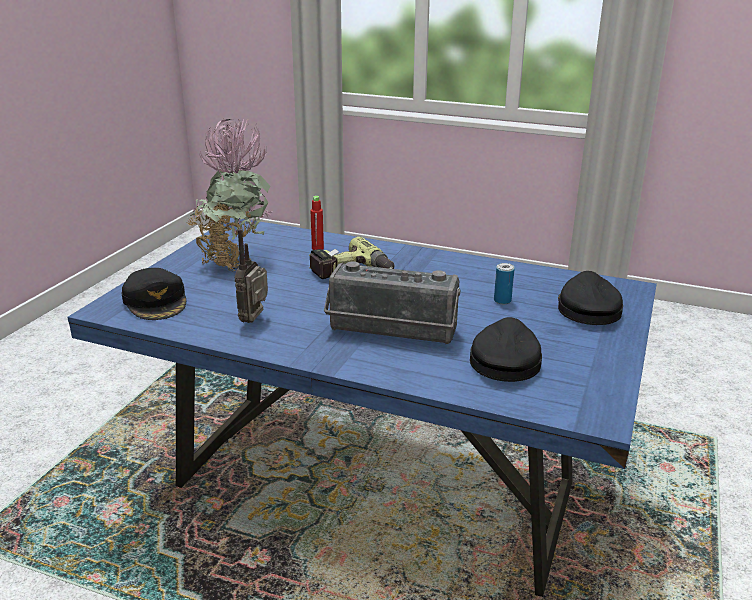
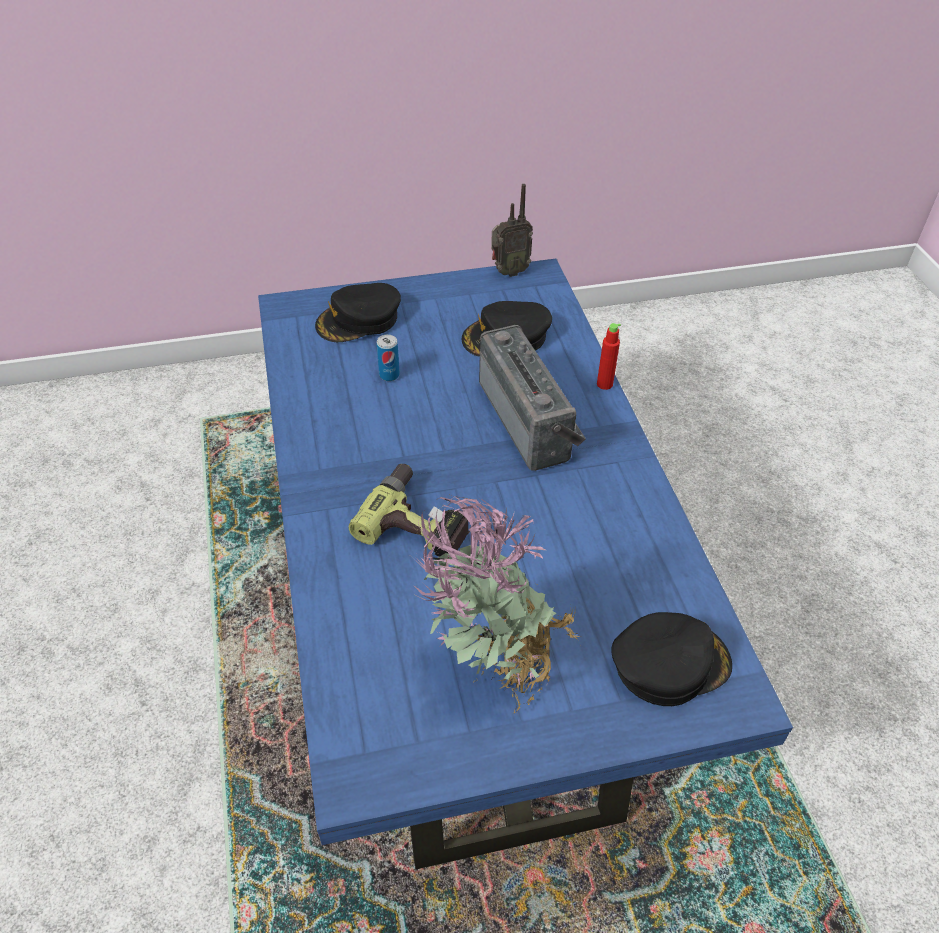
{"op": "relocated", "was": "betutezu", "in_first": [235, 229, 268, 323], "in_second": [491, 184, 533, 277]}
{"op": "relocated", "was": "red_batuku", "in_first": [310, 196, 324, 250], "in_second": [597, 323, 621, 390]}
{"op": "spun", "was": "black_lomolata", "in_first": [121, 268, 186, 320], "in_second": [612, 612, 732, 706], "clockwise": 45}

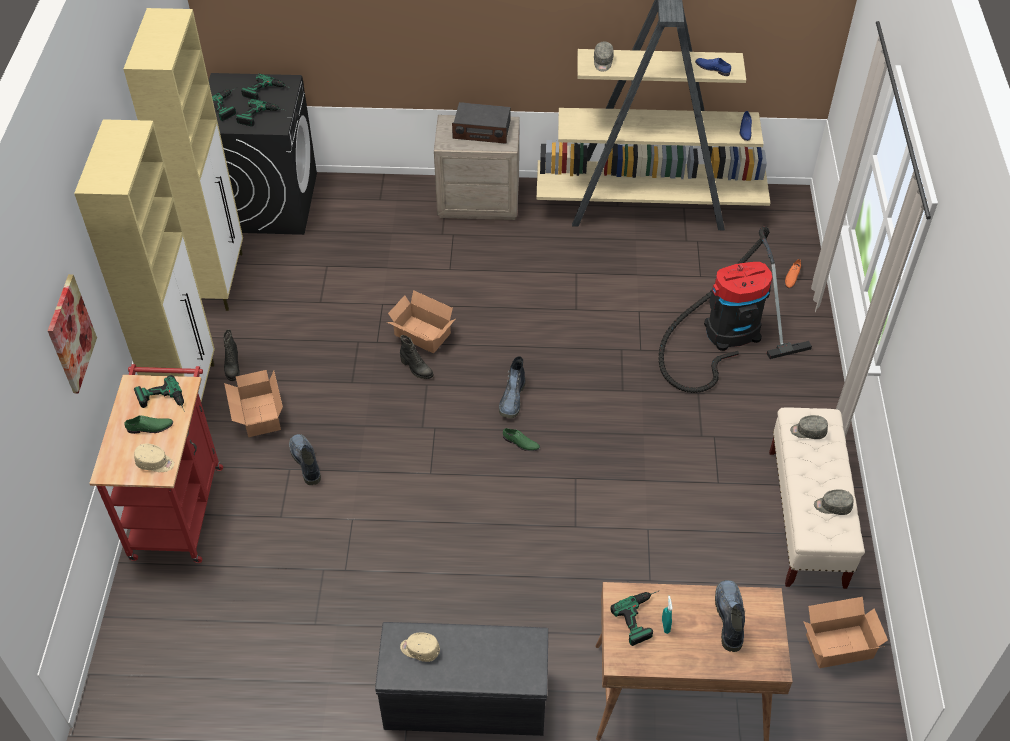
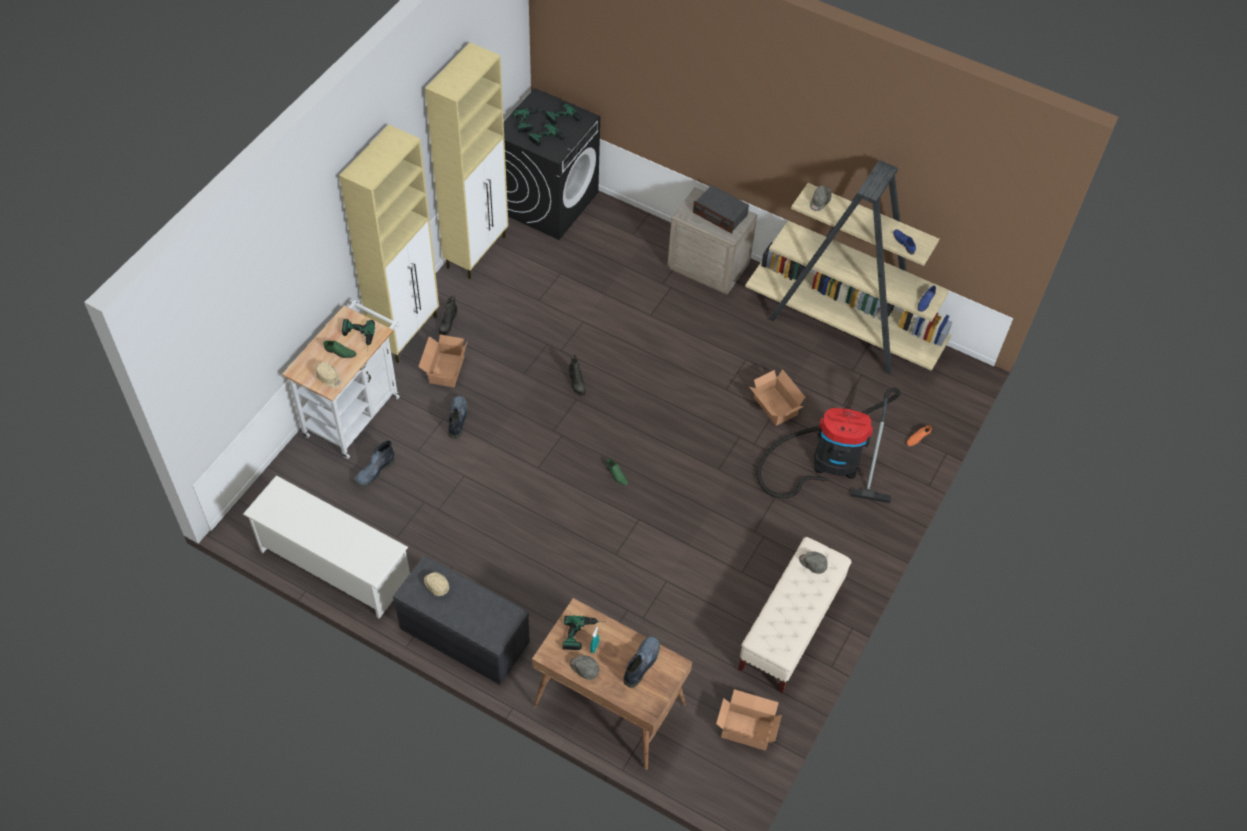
{"op": "missing", "was": "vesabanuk", "in_first": [48, 274, 97, 393]}
{"op": "appeared", "now": "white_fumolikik", "in_second": [243, 475, 410, 619]}
{"op": "relocated", "was": "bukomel", "in_first": [387, 290, 455, 353], "in_second": [750, 369, 805, 426]}
{"op": "relocated", "was": "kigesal", "in_first": [499, 356, 525, 418], "in_second": [354, 441, 395, 487]}
{"op": "relocated", "was": "grey_lomolata", "in_first": [814, 490, 854, 515], "in_second": [570, 655, 599, 680]}
{"op": "colour", "was": "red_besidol", "now": "white_besidol", "in_first": [89, 364, 223, 563], "in_second": [282, 300, 400, 459]}

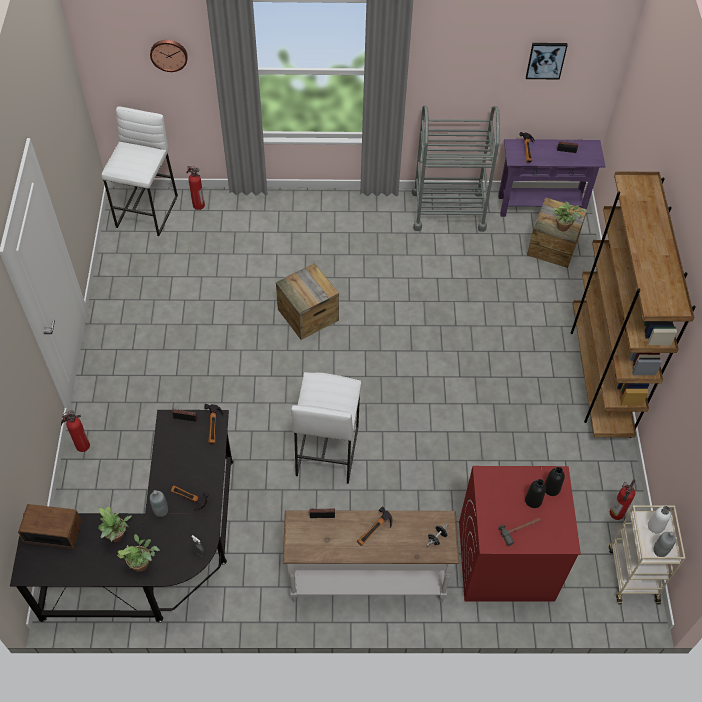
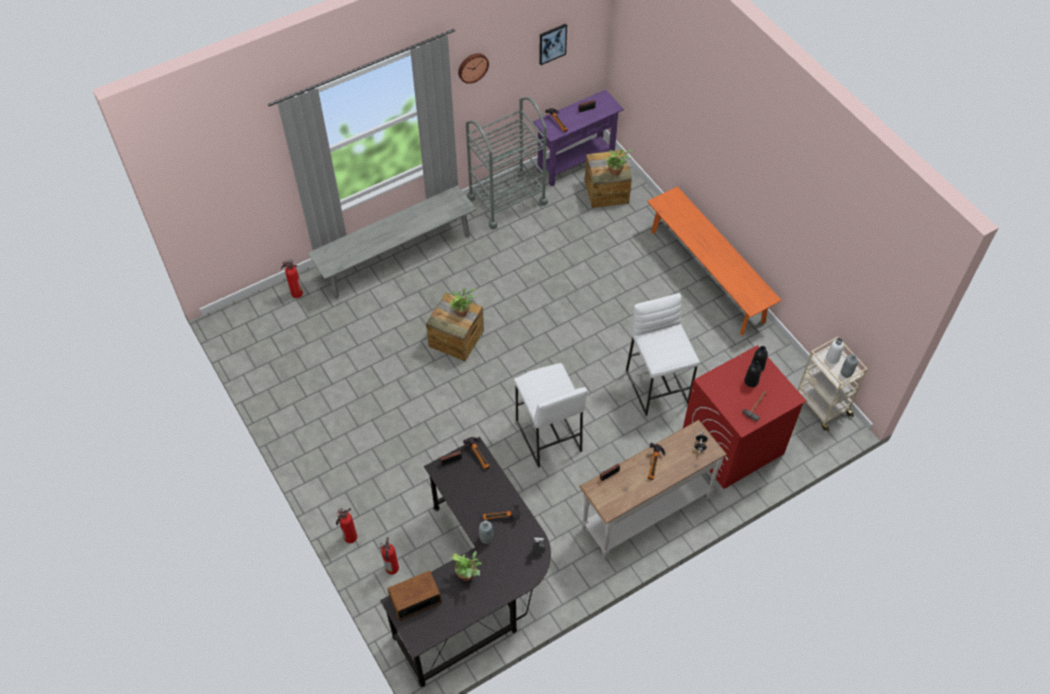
{"op": "appeared", "now": "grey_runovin", "in_second": [308, 185, 476, 299]}
{"op": "relocated", "was": "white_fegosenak", "in_first": [102, 106, 178, 236], "in_second": [626, 293, 700, 416]}
{"op": "relocated", "was": "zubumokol", "in_first": [117, 534, 160, 572], "in_second": [449, 288, 476, 317]}
{"op": "relocated", "was": "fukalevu", "in_first": [150, 40, 188, 72], "in_second": [458, 53, 489, 84]}
{"op": "relocated", "was": "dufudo", "in_first": [610, 479, 635, 520], "in_second": [380, 537, 399, 575]}
{"op": "exchanged", "was": "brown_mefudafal", "now": "orange_runovin", "in_first": [571, 171, 696, 438], "in_second": [647, 186, 782, 335]}

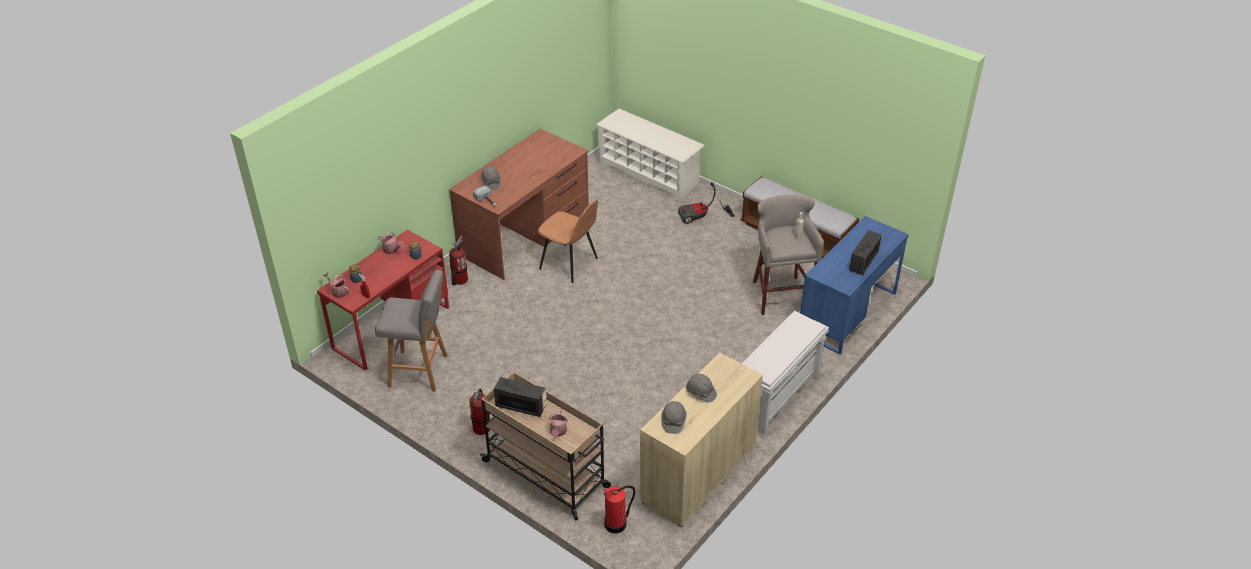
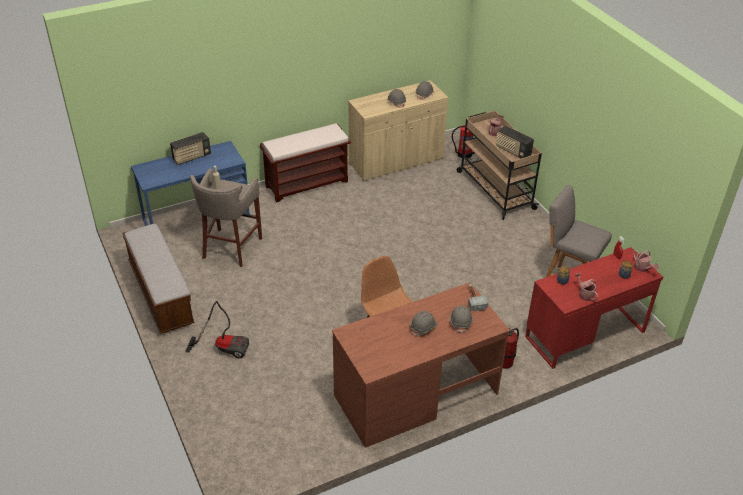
{"op": "missing", "was": "dufudo", "in_first": [469, 389, 490, 435]}
{"op": "missing", "was": "white_fumolikik", "in_first": [596, 109, 704, 201]}
{"op": "appeared", "now": "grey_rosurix", "in_second": [410, 311, 438, 336]}
{"op": "colour", "was": "white_runovin", "now": "brown_runovin", "in_first": [742, 311, 829, 435], "in_second": [260, 123, 351, 203]}

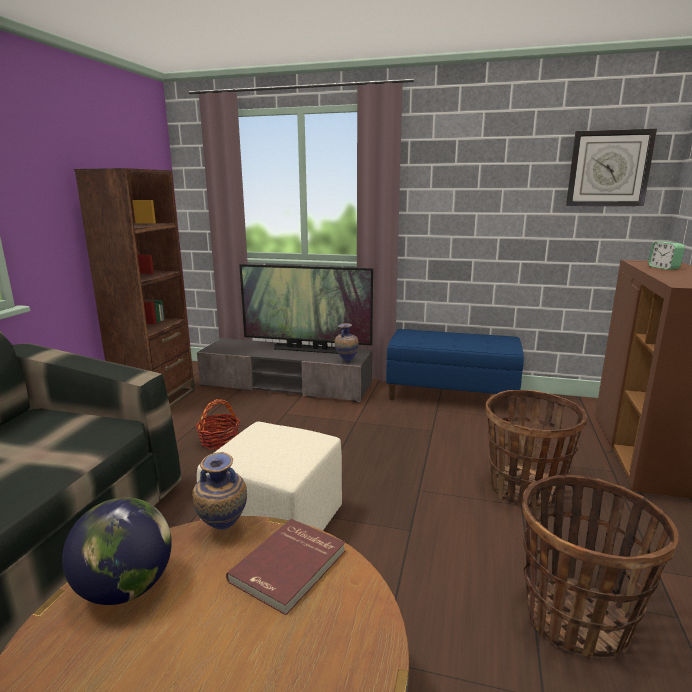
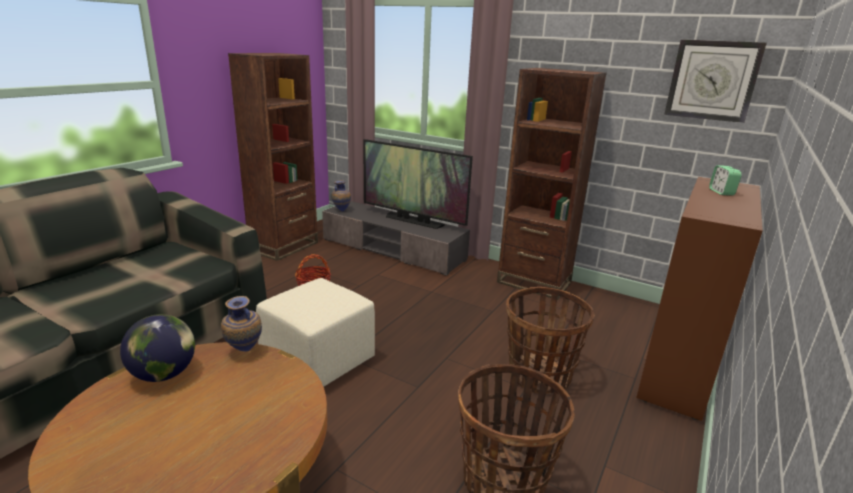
{"op": "missing", "was": "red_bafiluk", "in_first": [226, 519, 345, 615]}
{"op": "relocated", "was": "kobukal", "in_first": [335, 323, 359, 362], "in_second": [331, 180, 351, 212]}
{"op": "exchanged", "was": "blue_runovin", "now": "brown_mefudafal", "in_first": [386, 329, 524, 412], "in_second": [497, 68, 607, 300]}

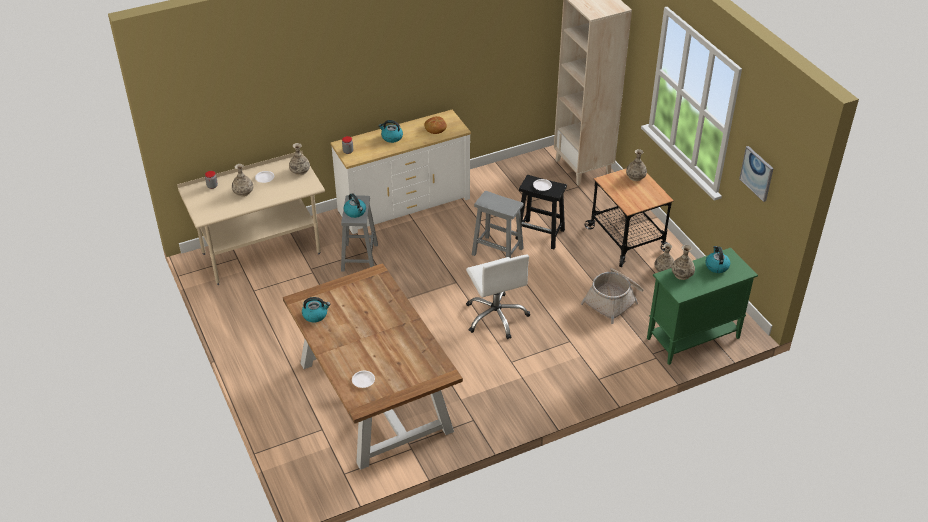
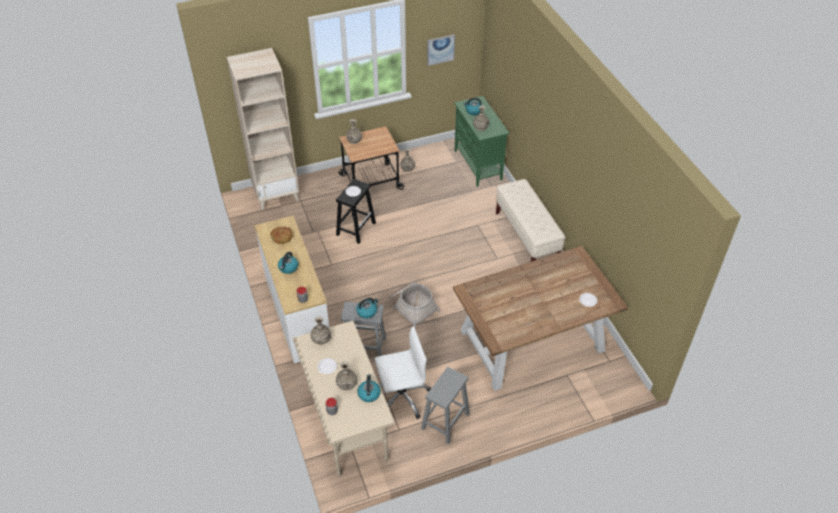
{"op": "appeared", "now": "beige_runovin", "in_second": [496, 179, 566, 261]}
{"op": "relocated", "was": "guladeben", "in_first": [302, 297, 331, 322], "in_second": [357, 374, 381, 402]}
{"op": "relocated", "was": "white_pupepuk", "in_first": [466, 255, 530, 339], "in_second": [374, 326, 431, 419]}
{"op": "relocated", "was": "grey_fegosenak", "in_first": [472, 191, 524, 258], "in_second": [421, 367, 470, 444]}
{"op": "relocated", "was": "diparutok", "in_first": [581, 268, 644, 324], "in_second": [388, 280, 440, 329]}

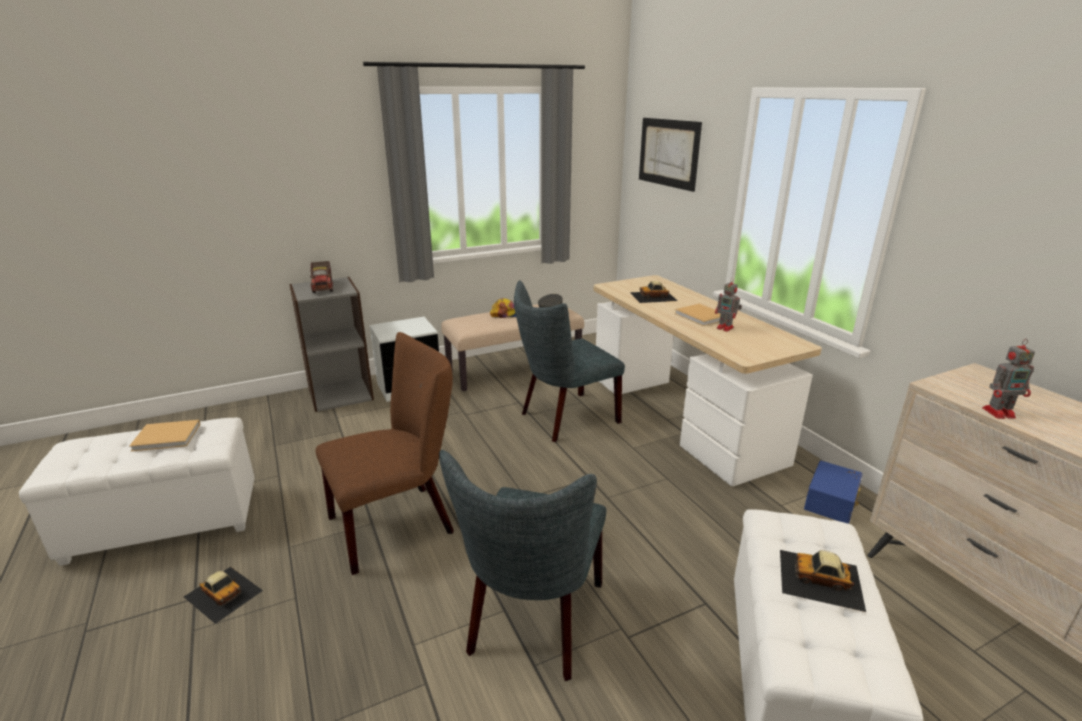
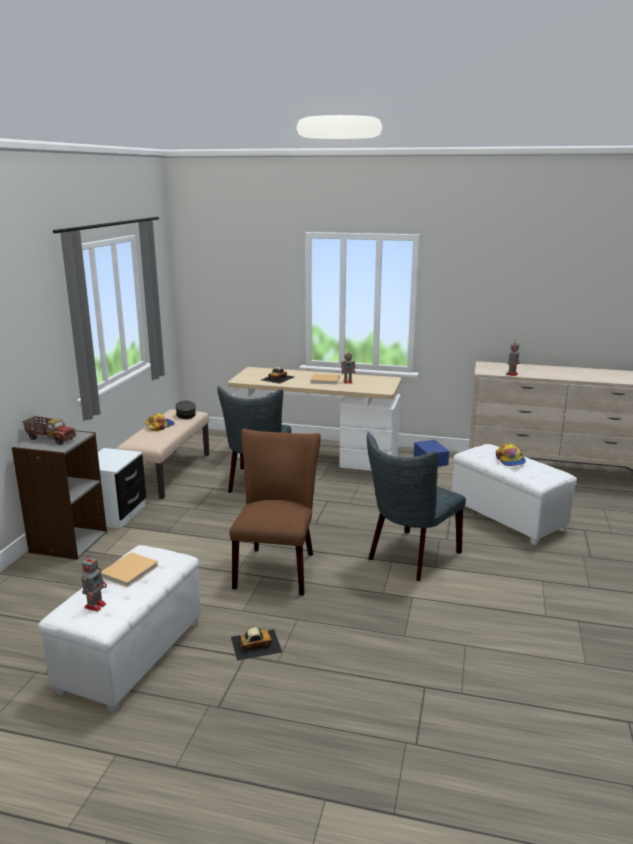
{"op": "missing", "was": "vesabanuk", "in_first": [639, 118, 702, 192]}
{"op": "appeared", "now": "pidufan", "in_second": [82, 554, 107, 612]}
{"op": "exchanged", "was": "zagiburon", "now": "lomolata", "in_first": [780, 550, 866, 612], "in_second": [496, 443, 526, 466]}
{"op": "spun", "was": "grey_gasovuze", "in_first": [439, 450, 606, 681], "in_second": [367, 432, 466, 581], "clockwise": 75}

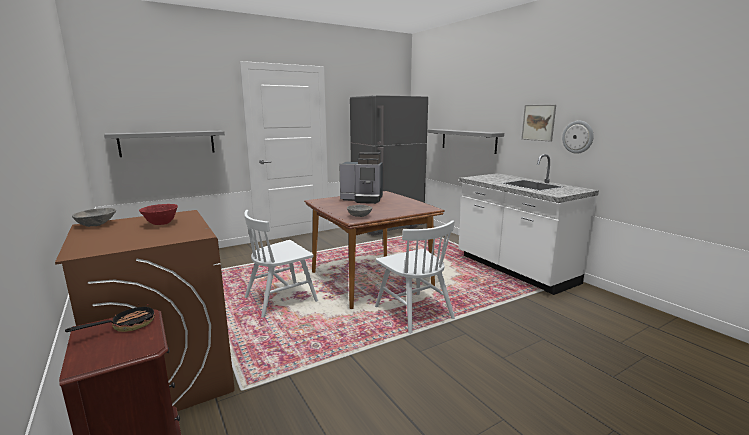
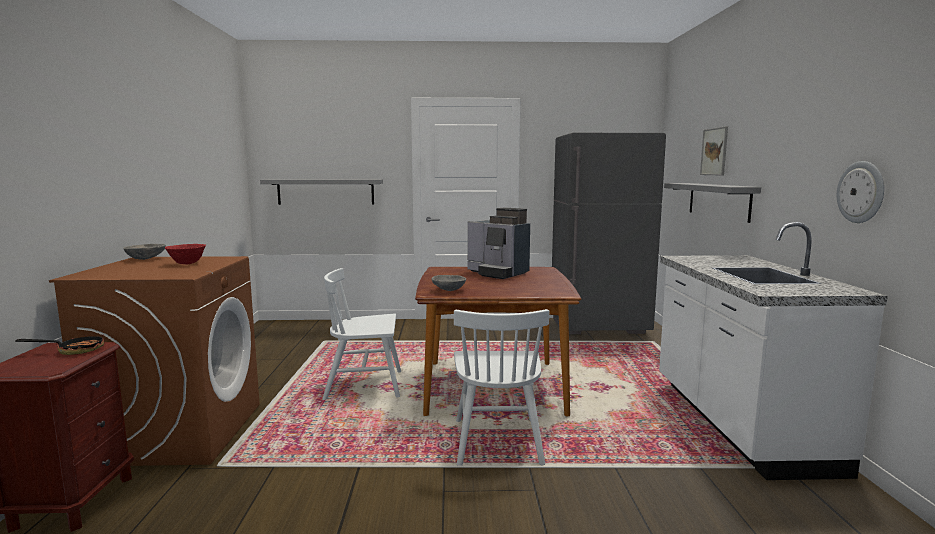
{"op": "relocated", "was": "vesabanuk", "in_first": [521, 105, 556, 142], "in_second": [700, 126, 728, 176]}

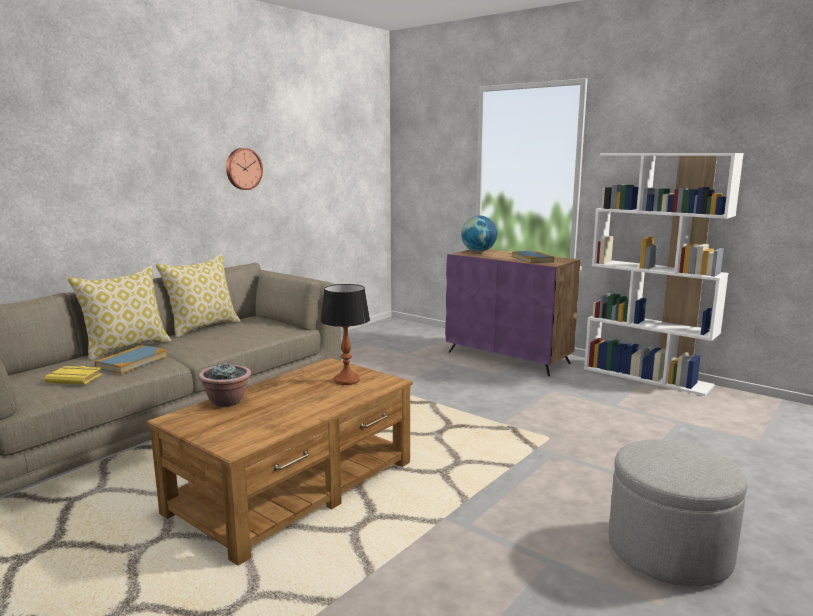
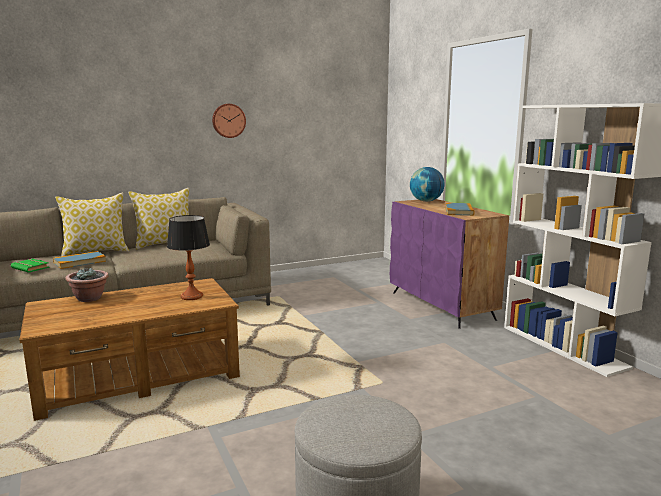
{"op": "colour", "was": "yellow_bafiluk", "now": "green_bafiluk", "in_first": [45, 366, 103, 385], "in_second": [11, 259, 50, 273]}

